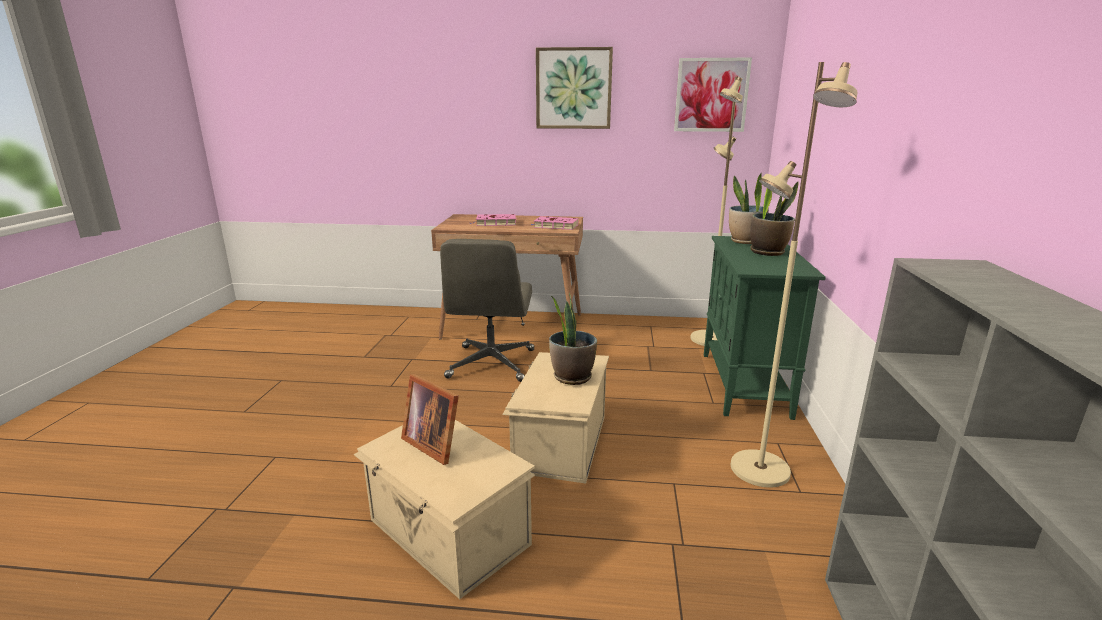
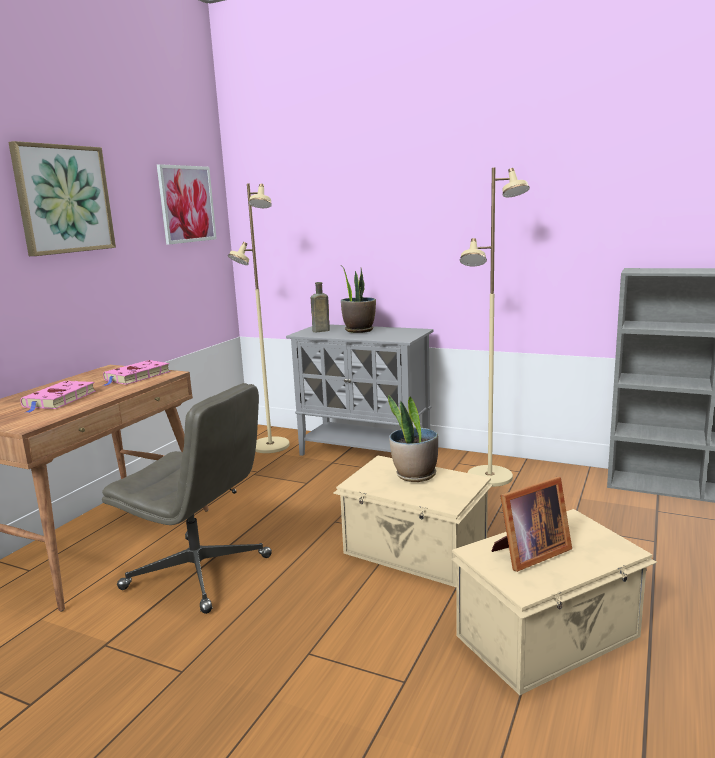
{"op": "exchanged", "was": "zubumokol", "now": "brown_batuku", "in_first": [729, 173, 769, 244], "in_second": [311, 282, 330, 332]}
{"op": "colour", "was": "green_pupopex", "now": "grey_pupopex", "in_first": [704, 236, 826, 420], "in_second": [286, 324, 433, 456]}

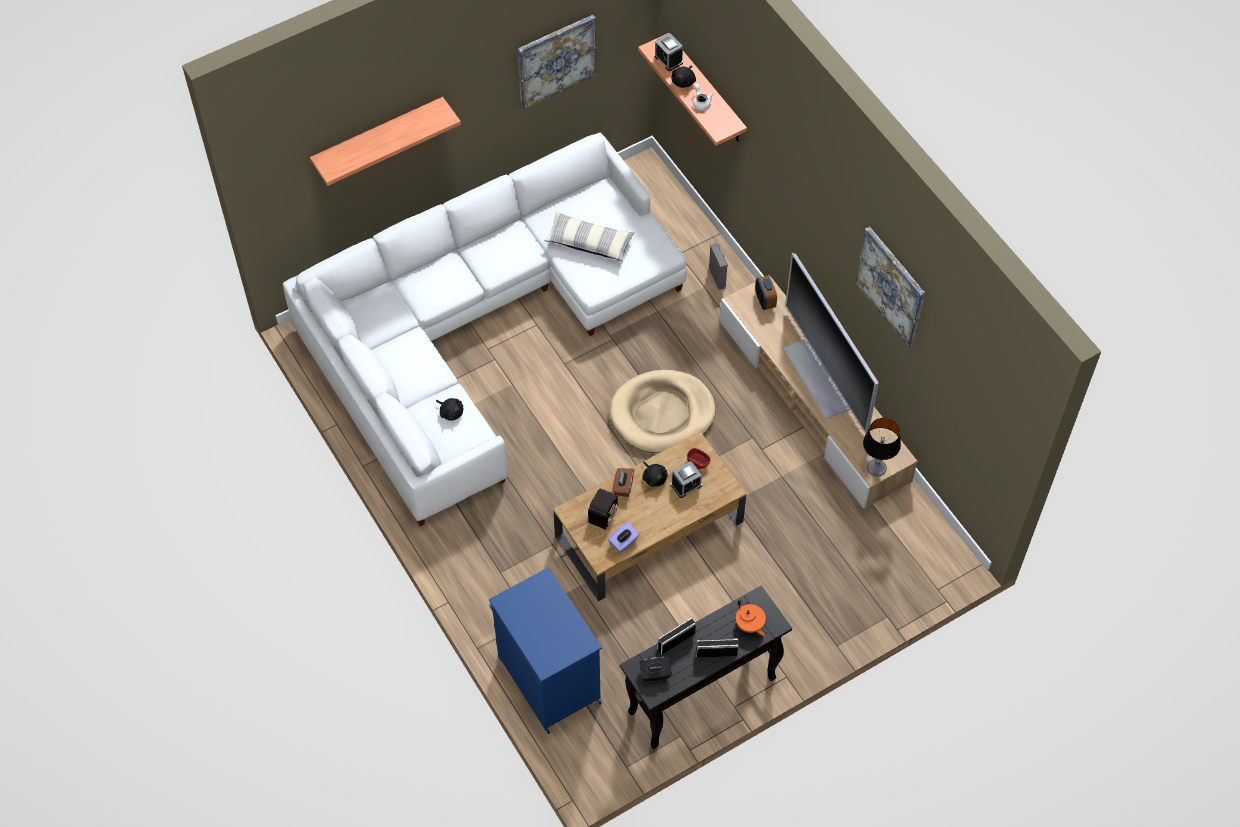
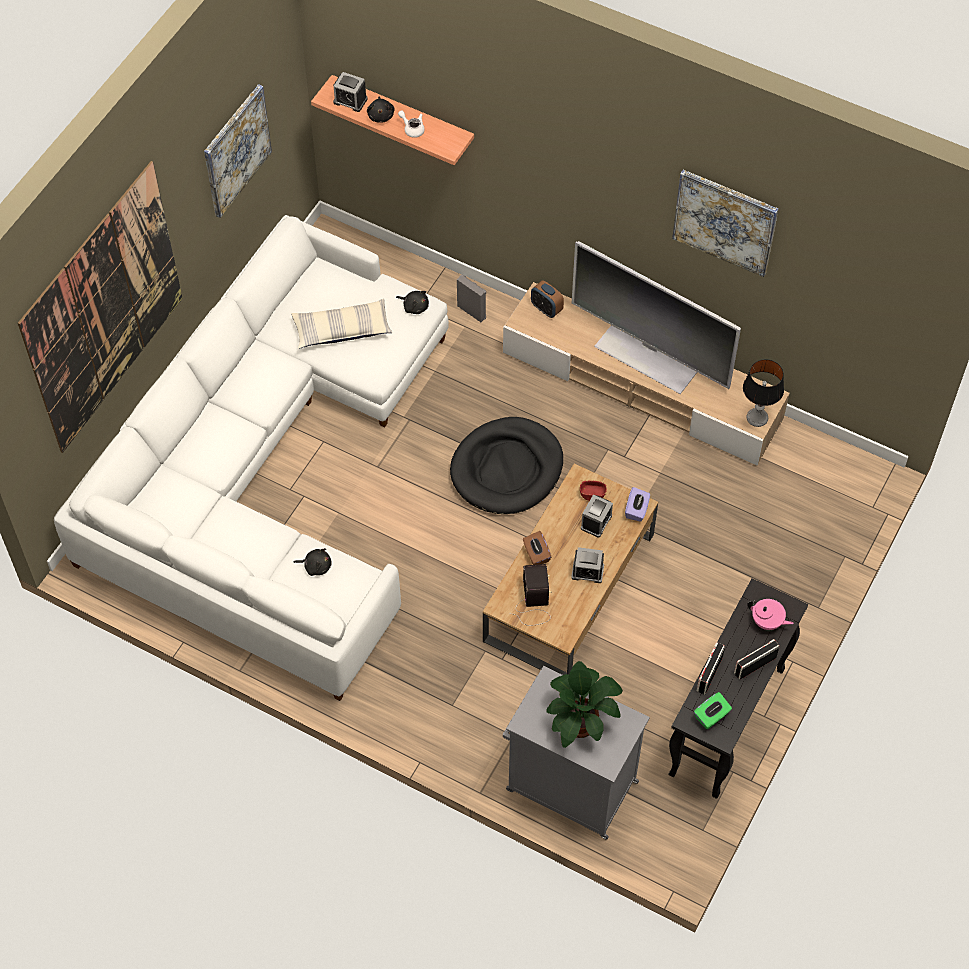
{"op": "appeared", "now": "zubumokol", "in_second": [546, 661, 623, 748]}
{"op": "appeared", "now": "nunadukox", "in_second": [571, 547, 604, 583]}
{"op": "relocated", "was": "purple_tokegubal", "in_first": [608, 522, 640, 553], "in_second": [625, 487, 650, 522]}
{"op": "relocated", "was": "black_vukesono", "in_first": [642, 461, 668, 487], "in_second": [396, 291, 429, 314]}
{"op": "exchanged", "was": "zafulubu", "now": "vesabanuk", "in_first": [310, 97, 461, 186], "in_second": [18, 161, 183, 453]}
{"op": "colour", "was": "blue_pupopex", "now": "grey_pupopex", "in_first": [489, 567, 602, 734], "in_second": [503, 666, 650, 840]}
{"op": "colour", "was": "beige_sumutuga", "now": "black_sumutuga", "in_first": [610, 370, 716, 453], "in_second": [450, 417, 563, 514]}
{"op": "colour", "was": "black_tokegubal", "now": "green_tokegubal", "in_first": [639, 656, 672, 682], "in_second": [694, 692, 732, 729]}
{"op": "colour", "was": "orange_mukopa", "now": "pink_mukopa", "in_first": [736, 600, 766, 636], "in_second": [747, 599, 794, 630]}

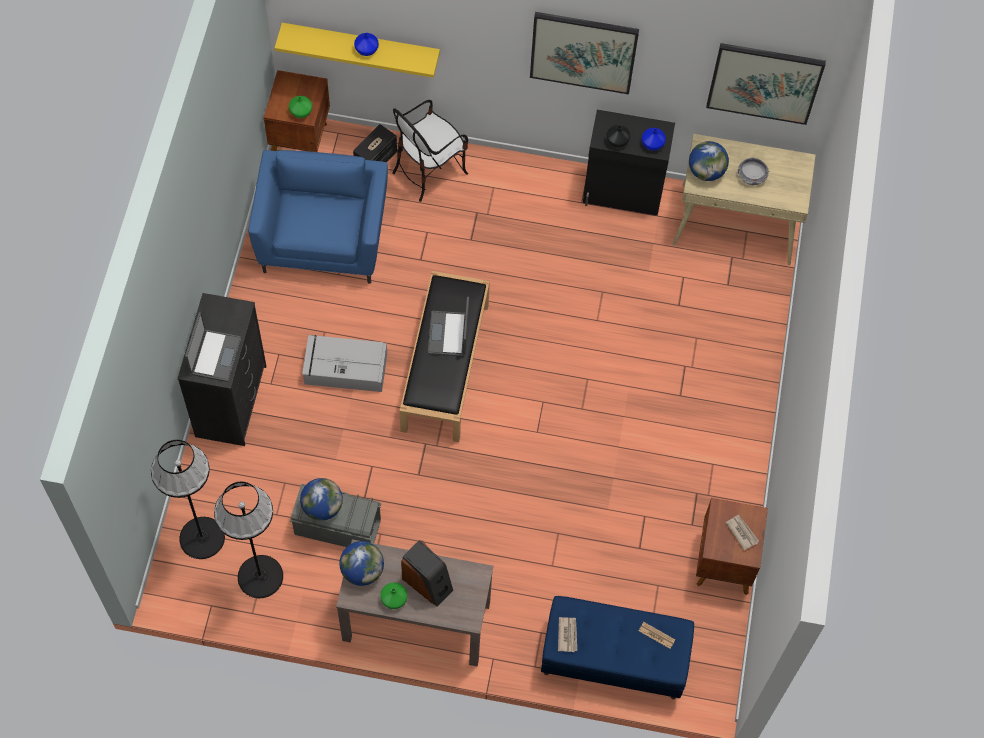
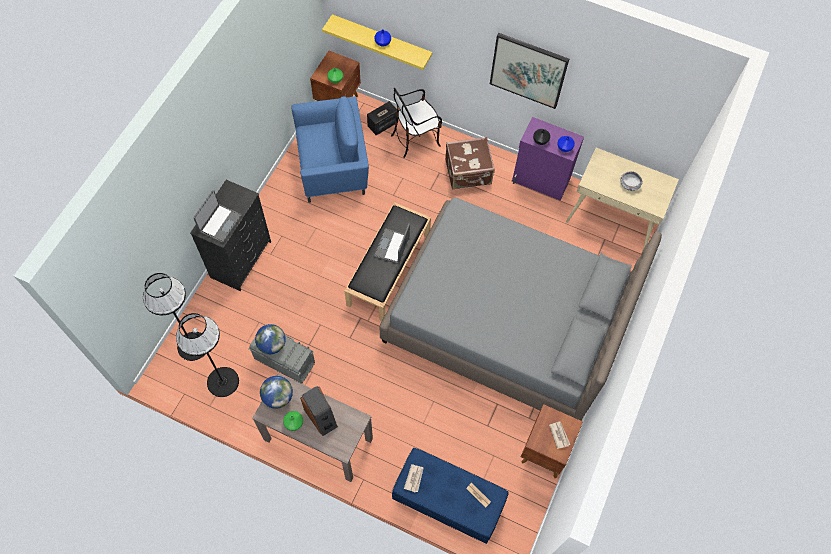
{"op": "missing", "was": "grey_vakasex", "in_first": [302, 335, 387, 392]}
{"op": "missing", "was": "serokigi", "in_first": [689, 141, 729, 181]}
{"op": "missing", "was": "vesabanuk", "in_first": [706, 43, 826, 125]}
{"op": "appeared", "now": "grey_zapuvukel", "in_second": [380, 197, 662, 421]}
{"op": "appeared", "now": "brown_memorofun", "in_second": [445, 137, 495, 189]}
{"op": "colour", "was": "black_pupopex", "now": "purple_pupopex", "in_first": [583, 110, 675, 216], "in_second": [512, 117, 584, 200]}
{"op": "spun", "was": "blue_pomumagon", "in_first": [248, 150, 388, 284], "in_second": [291, 97, 369, 203], "clockwise": 60}

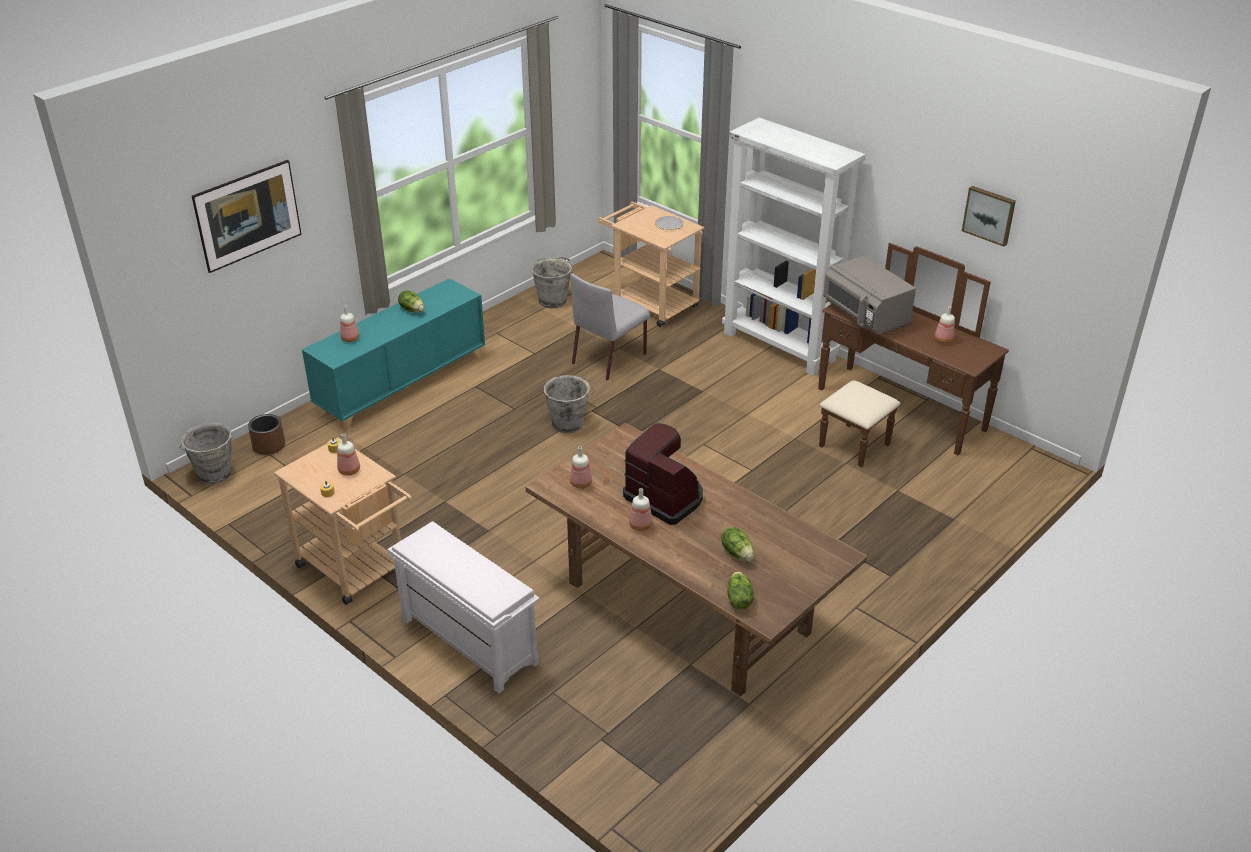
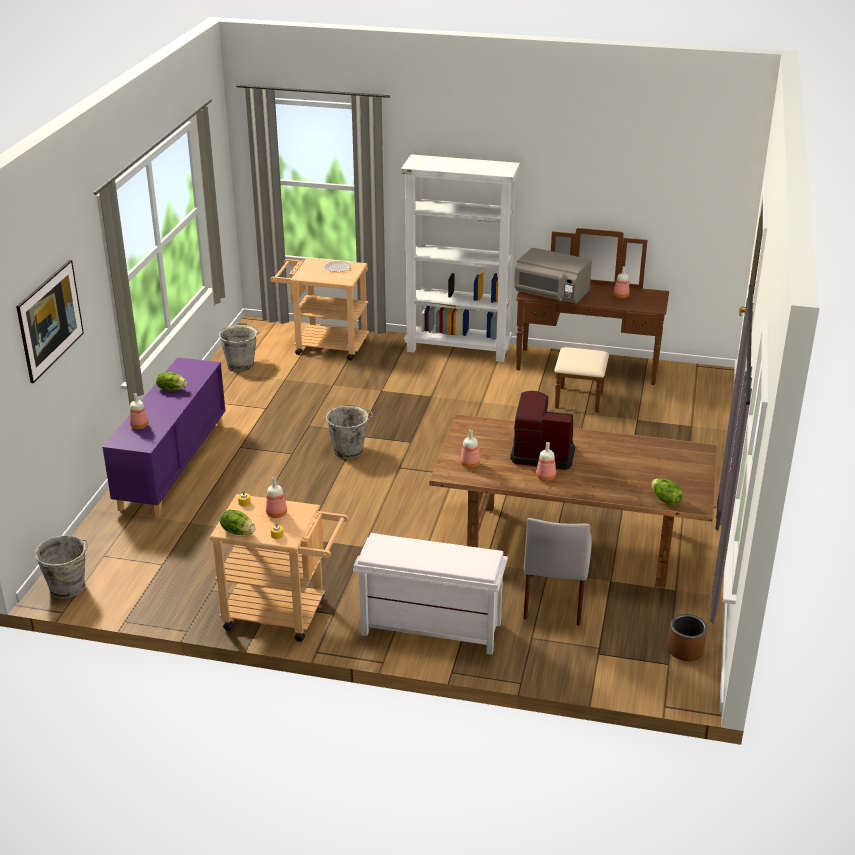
{"op": "missing", "was": "vesabanuk", "in_first": [962, 186, 1016, 247]}
{"op": "relocated", "was": "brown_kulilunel", "in_first": [248, 414, 285, 455], "in_second": [667, 614, 707, 661]}
{"op": "relocated", "was": "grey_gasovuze", "in_first": [571, 274, 650, 380], "in_second": [524, 518, 592, 626]}
{"op": "relocated", "was": "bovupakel", "in_first": [721, 527, 754, 562], "in_second": [220, 509, 255, 535]}
{"op": "colour", "was": "turquoise_pupopex", "now": "purple_pupopex", "in_first": [302, 278, 485, 432], "in_second": [103, 357, 226, 516]}

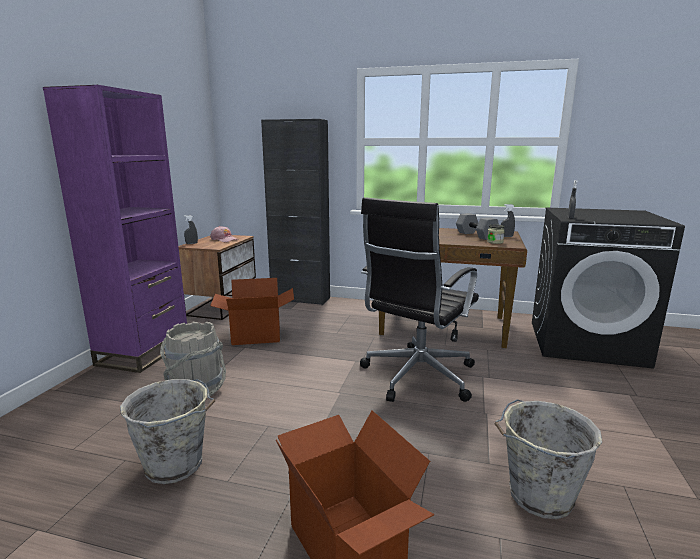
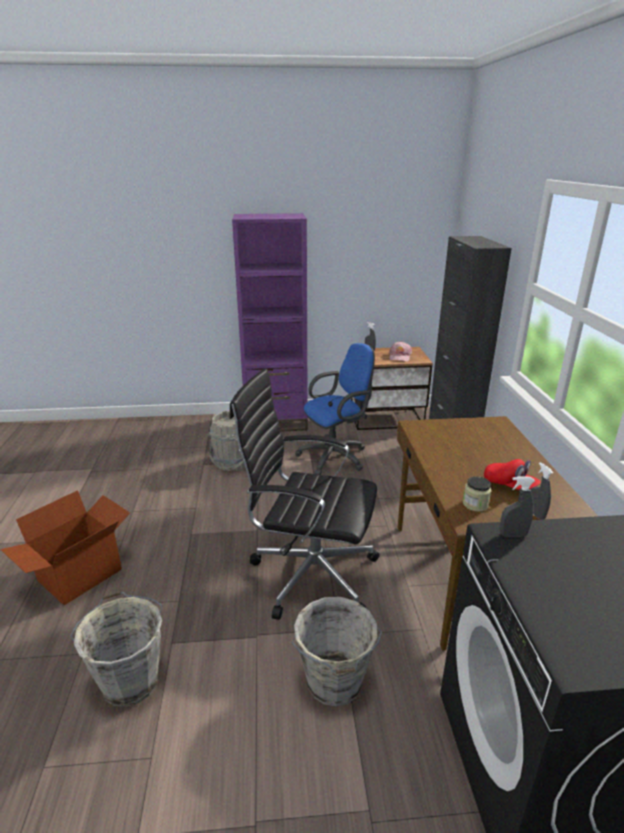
{"op": "relocated", "was": "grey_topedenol", "in_first": [120, 379, 215, 484], "in_second": [292, 597, 382, 707]}
{"op": "exchanged", "was": "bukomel", "now": "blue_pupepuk", "in_first": [210, 278, 294, 345], "in_second": [295, 343, 375, 475]}
{"op": "exchanged", "was": "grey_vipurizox", "now": "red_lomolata", "in_first": [456, 213, 499, 240], "in_second": [484, 459, 541, 490]}

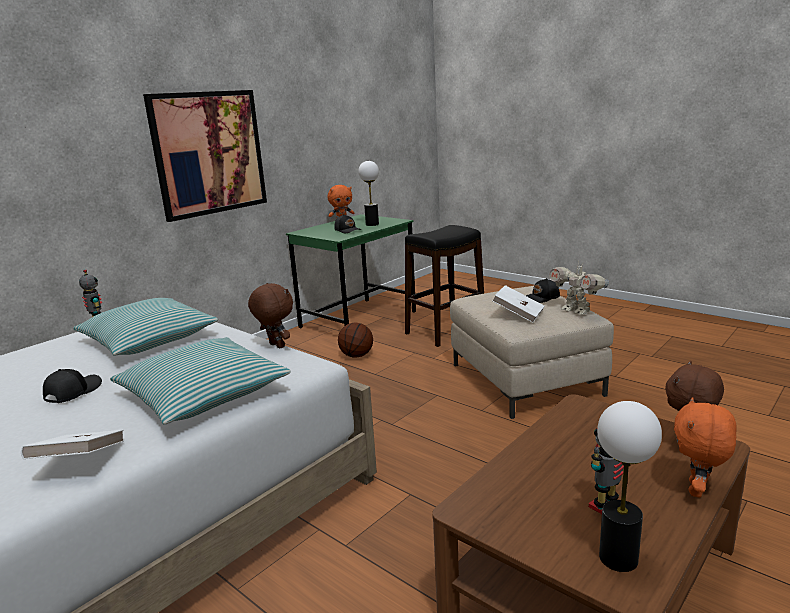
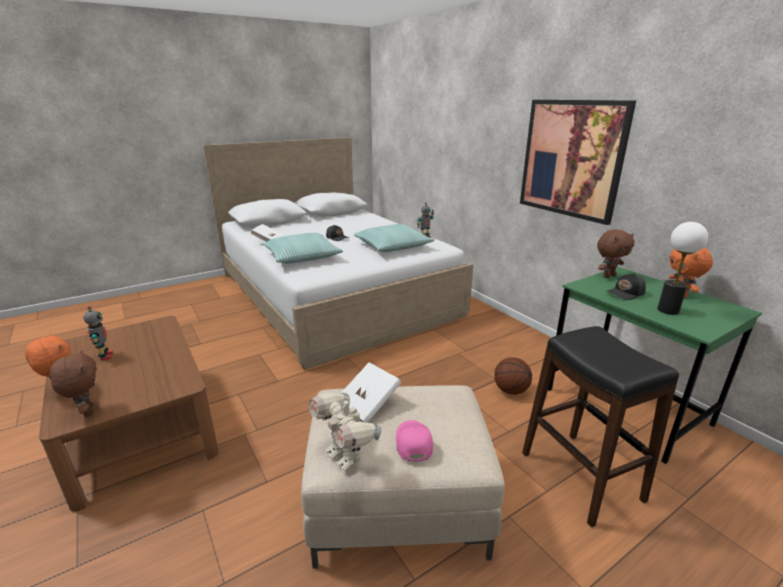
{"op": "missing", "was": "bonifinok", "in_first": [597, 401, 662, 572]}
{"op": "relocated", "was": "brown_vukesono", "in_first": [248, 283, 293, 348], "in_second": [597, 229, 635, 278]}
{"op": "colour", "was": "black_lomolata", "now": "pink_lomolata", "in_first": [526, 278, 560, 303], "in_second": [396, 420, 433, 462]}
{"op": "spun", "was": "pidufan", "in_first": [549, 260, 609, 314], "in_second": [309, 393, 382, 470], "clockwise": -105}

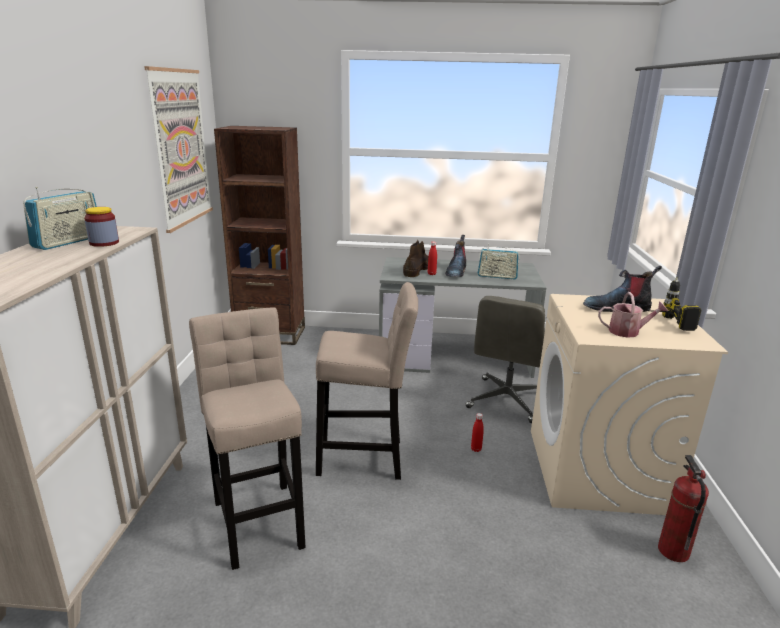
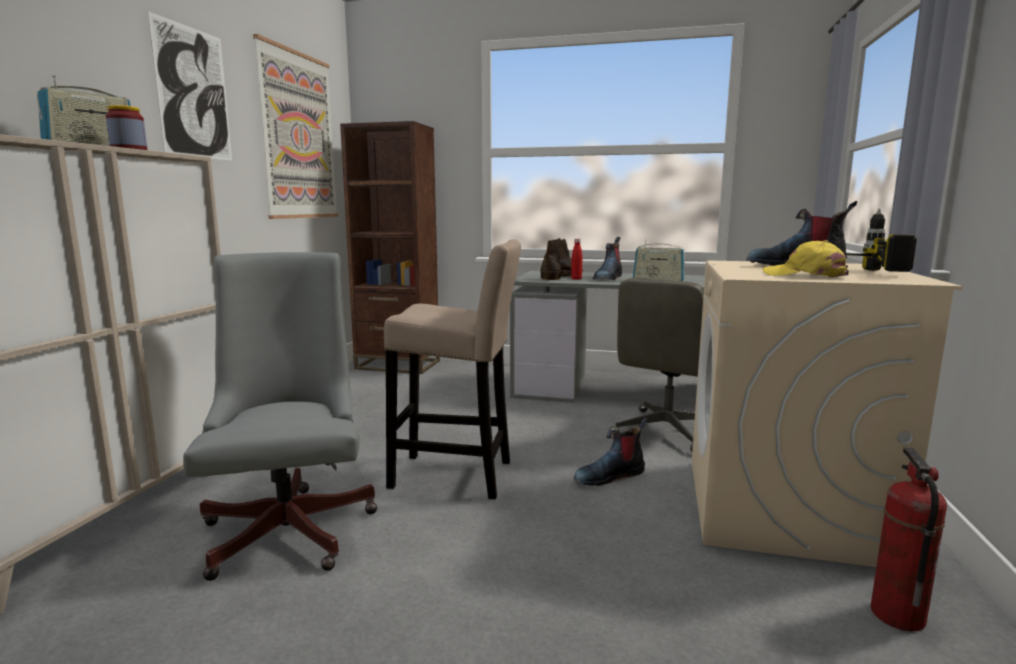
{"op": "appeared", "now": "vesabanuk", "in_second": [147, 11, 232, 161]}
{"op": "exchanged", "was": "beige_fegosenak", "now": "grey_pupepuk", "in_first": [189, 307, 306, 570], "in_second": [183, 252, 378, 581]}
{"op": "exchanged", "was": "red_batuku", "now": "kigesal", "in_first": [471, 413, 484, 452], "in_second": [574, 418, 648, 486]}
{"op": "exchanged", "was": "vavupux", "now": "yellow_lomolata", "in_first": [598, 292, 668, 338], "in_second": [763, 240, 849, 278]}

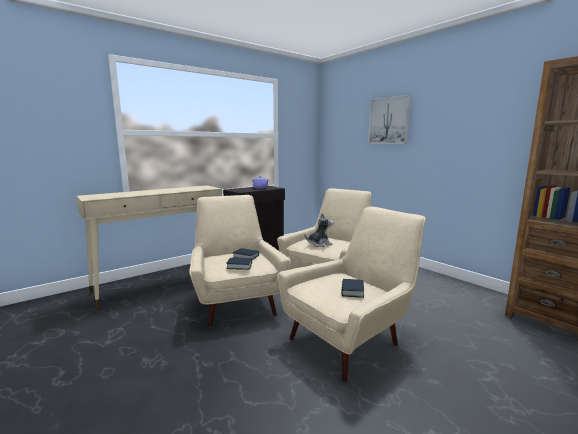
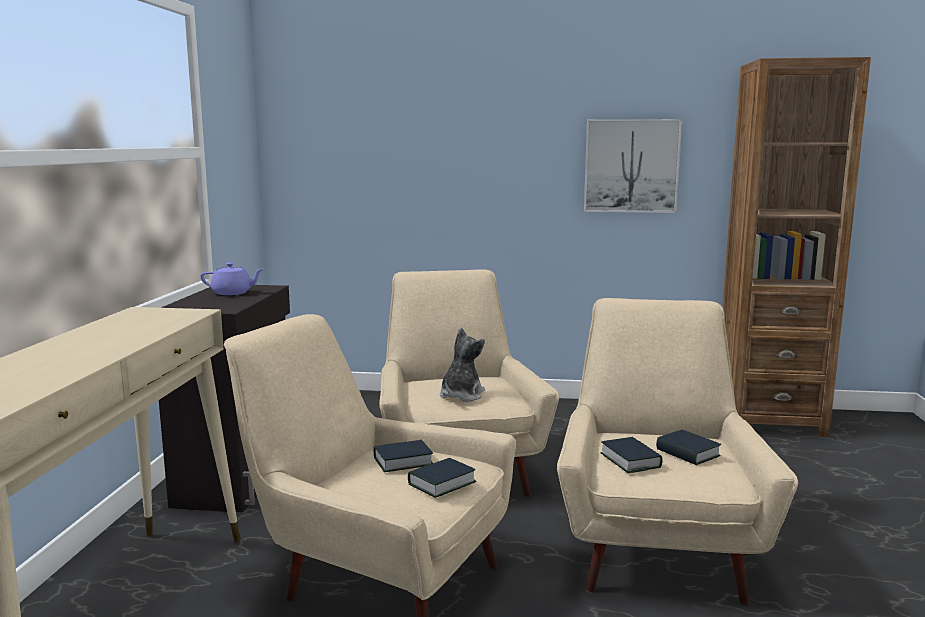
{"op": "appeared", "now": "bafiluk", "in_second": [601, 437, 662, 473]}
{"op": "relocated", "was": "vesabanuk", "in_first": [368, 95, 411, 144], "in_second": [584, 119, 682, 213]}

